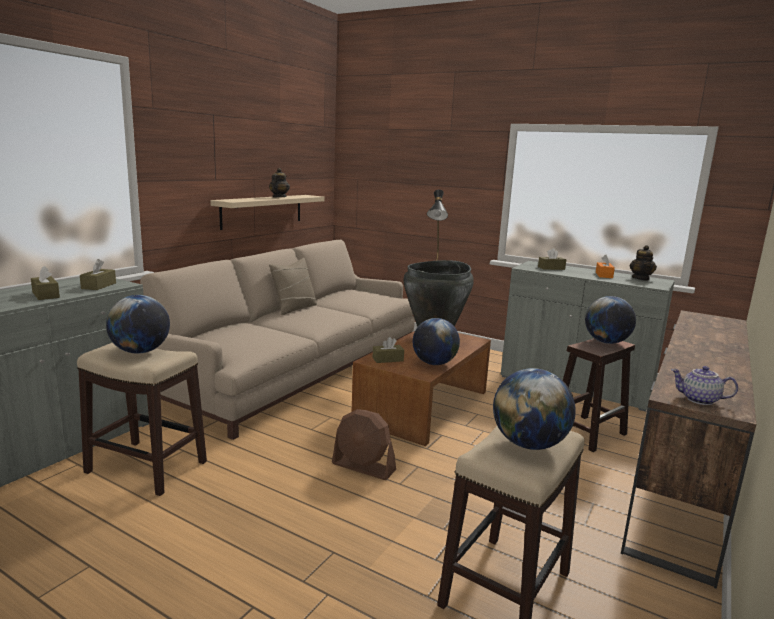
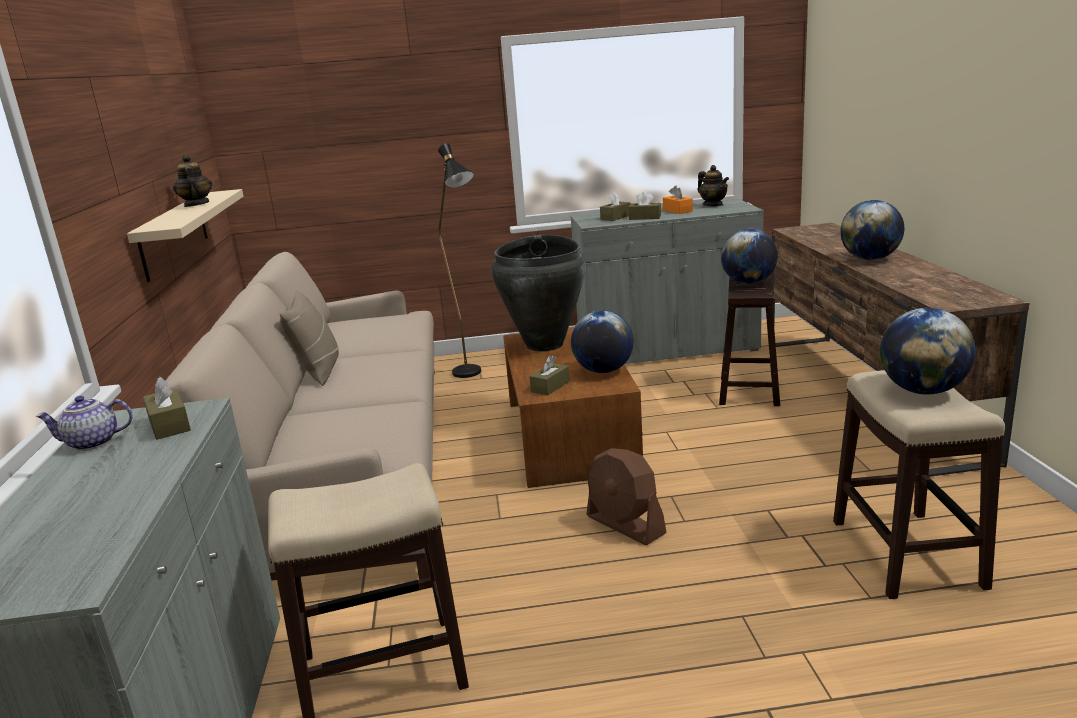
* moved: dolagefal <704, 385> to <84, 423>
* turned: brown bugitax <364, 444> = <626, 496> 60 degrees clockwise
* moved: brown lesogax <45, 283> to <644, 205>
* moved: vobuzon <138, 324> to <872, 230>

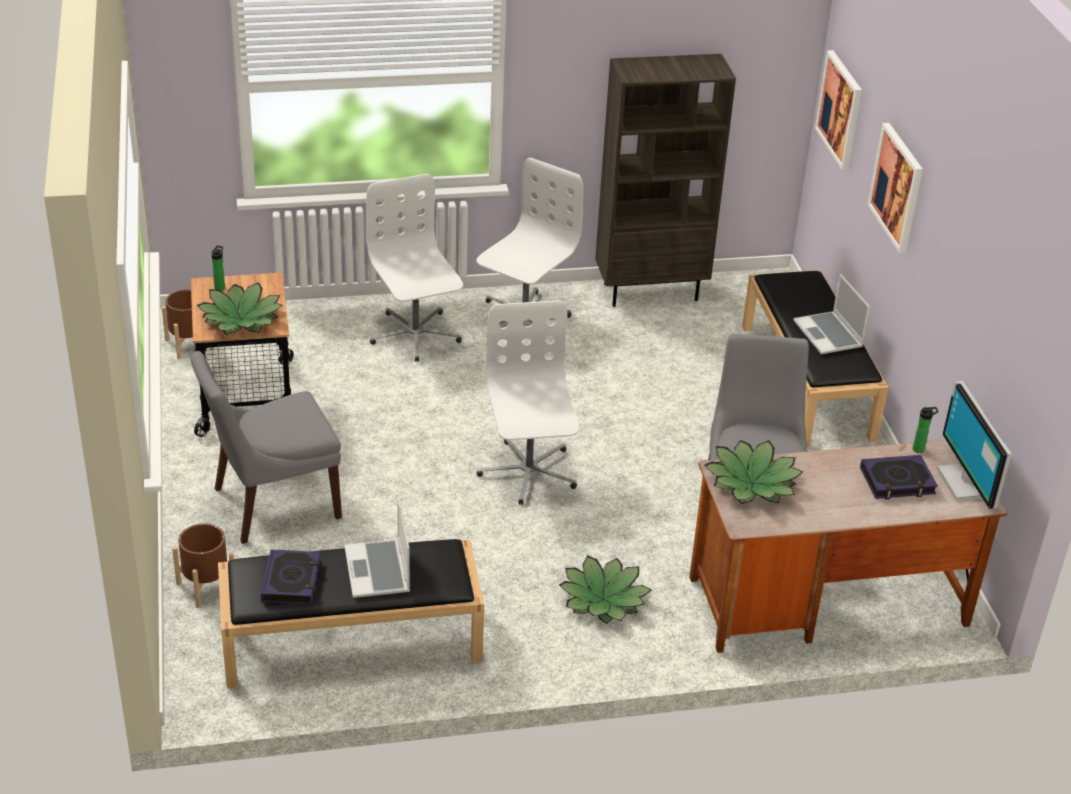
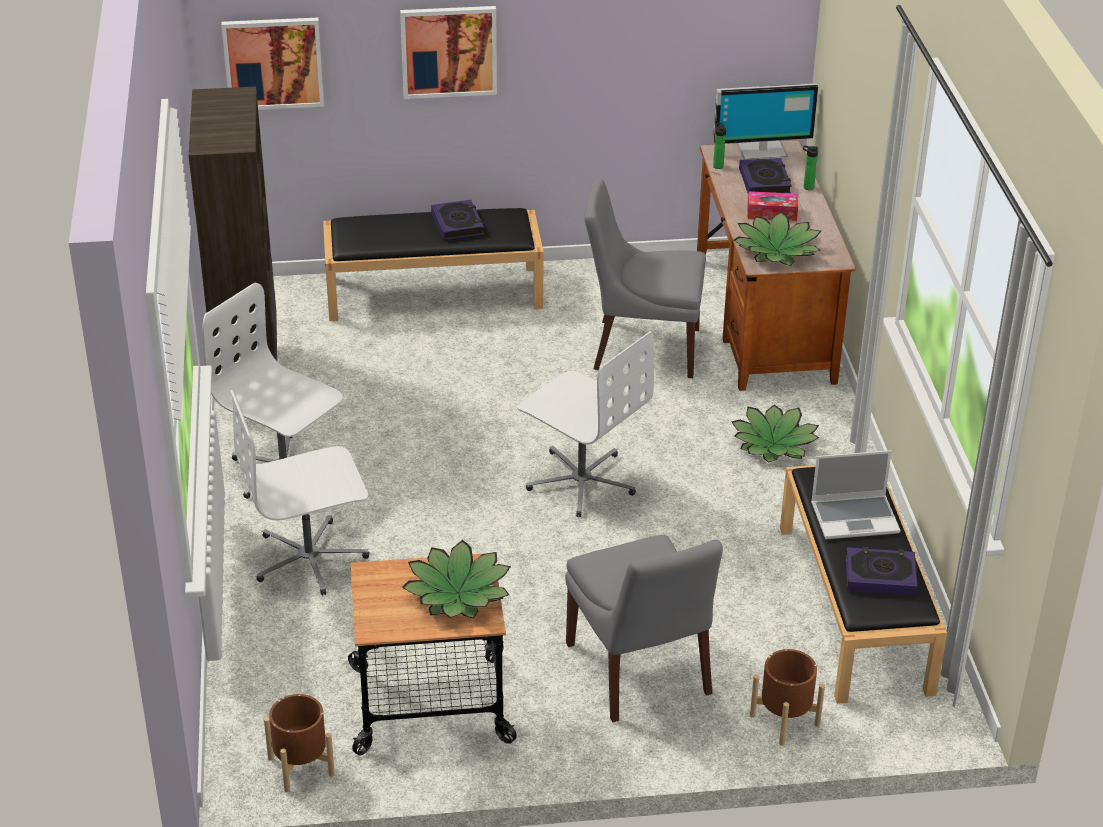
* replaced: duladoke <831, 314> to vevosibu <457, 220>
* turned: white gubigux <528, 402> = <586, 424> 135 degrees counterclockwise
* added: lesogax <773, 206>
* moved: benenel <218, 268> to <811, 167>

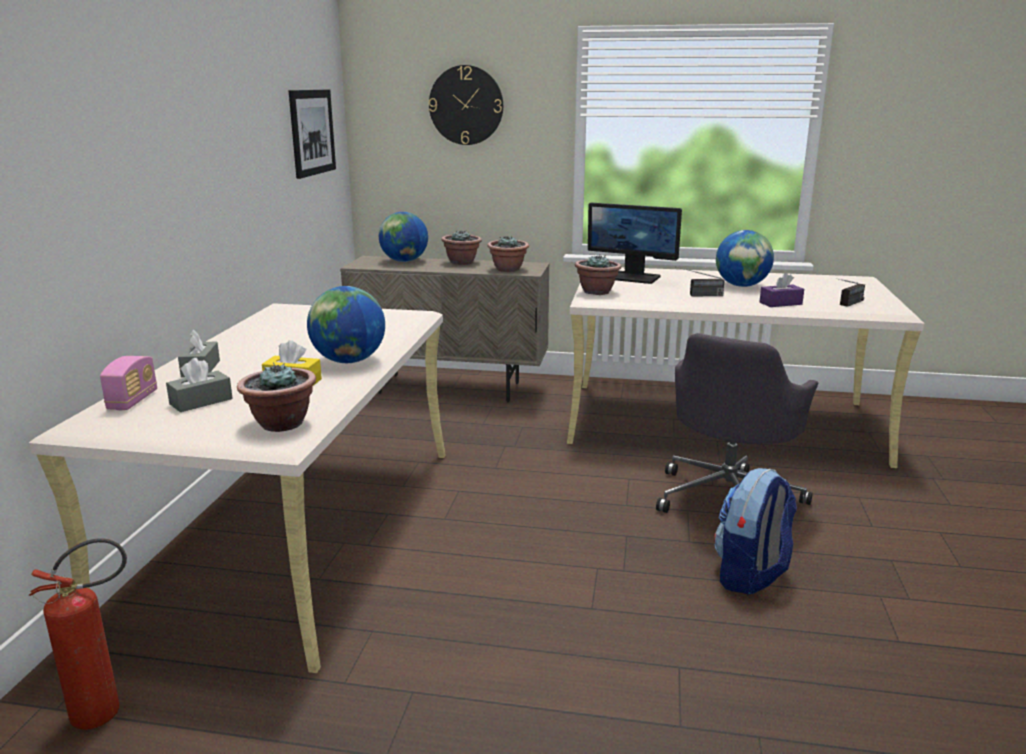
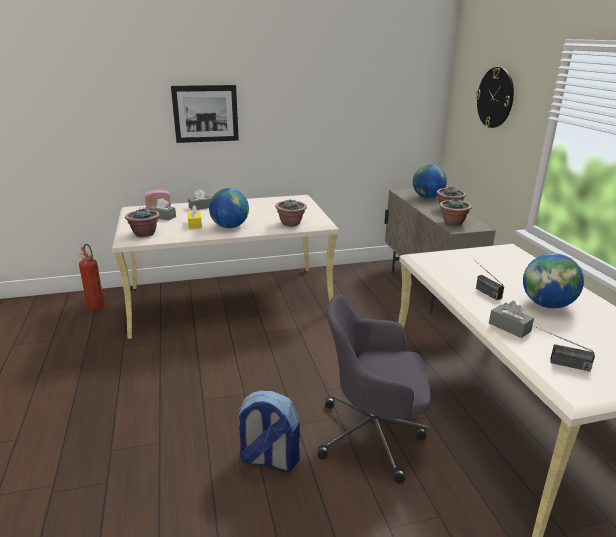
* moved: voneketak <312, 134> to <205, 114>
* moved: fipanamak <598, 274> to <291, 213>
* recoloured: purple lesogax <782, 290> to grey lesogax <511, 319>
* removed: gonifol <635, 243>

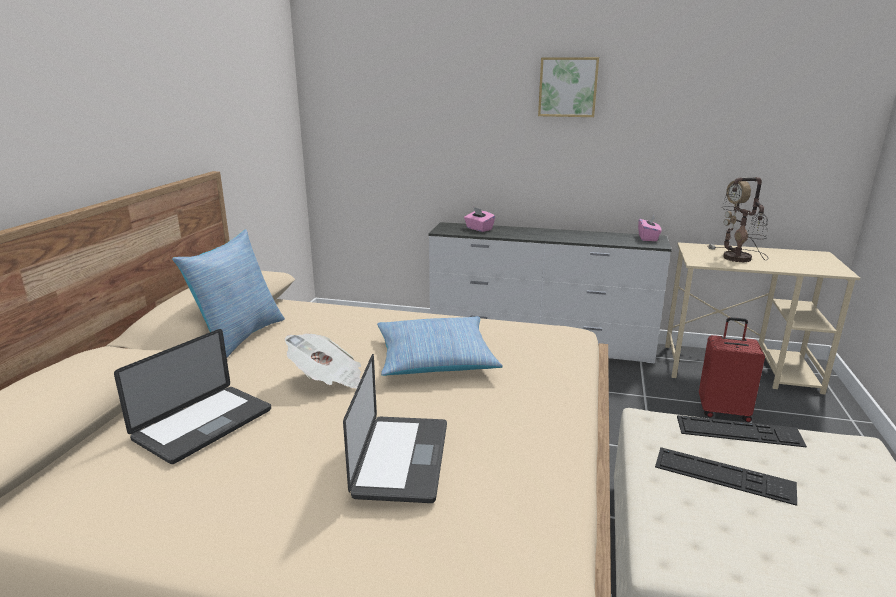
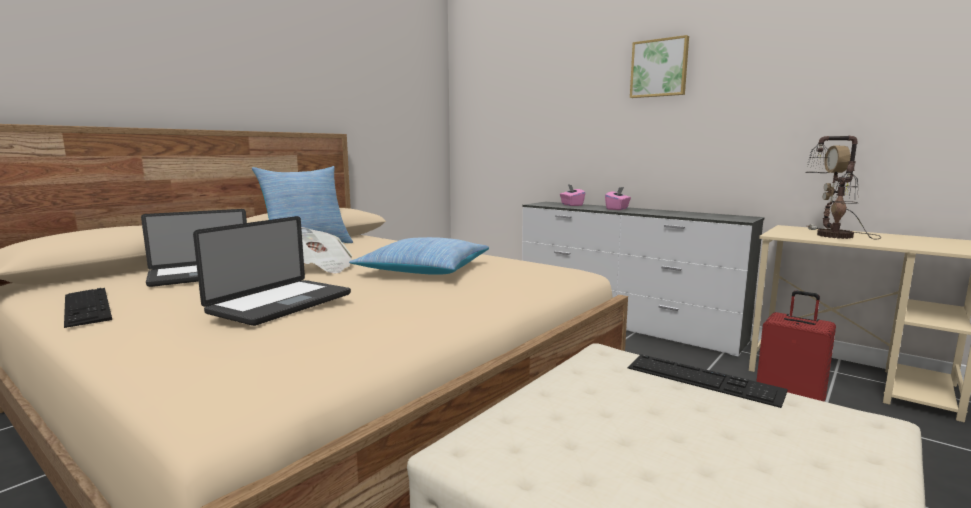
* moved: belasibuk <726, 476> to <88, 308>
* moved: pink lesogax <649, 228> to <618, 198>

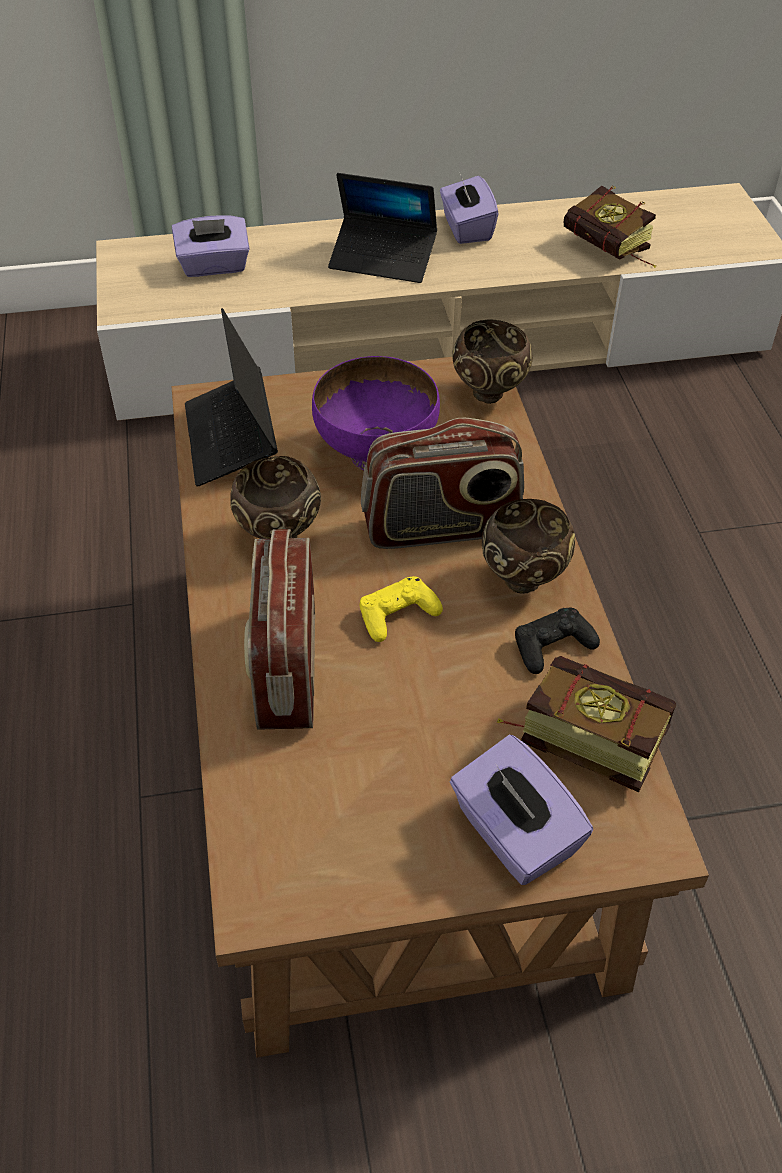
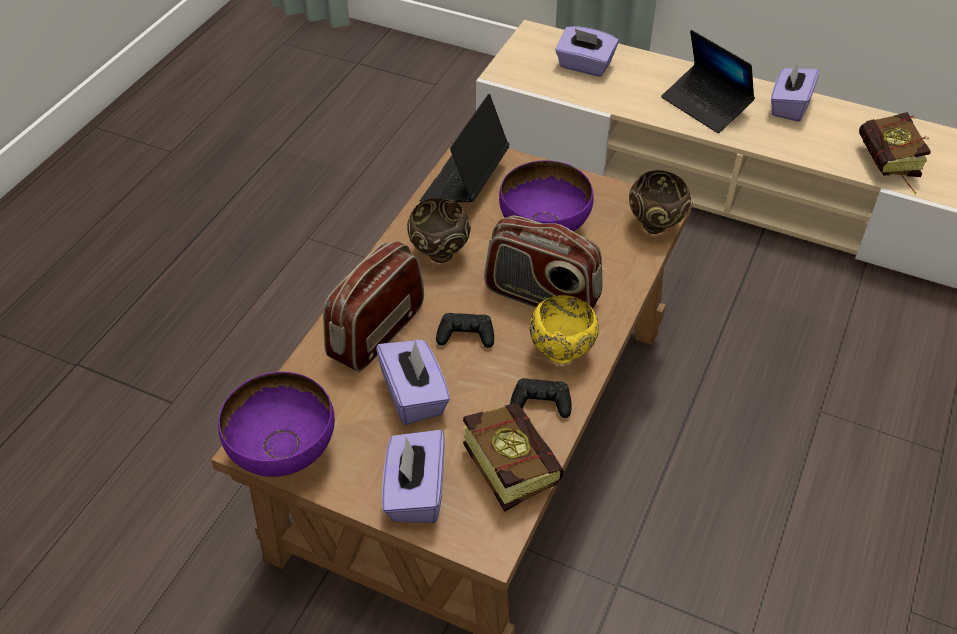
* added: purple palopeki <276, 424>
* added: purple lesogax <413, 382>
* recoloured: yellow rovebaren <401, 609> to black rovebaren <465, 330>
* recoloured: brown palopeki <528, 546> to yellow palopeki <564, 329>

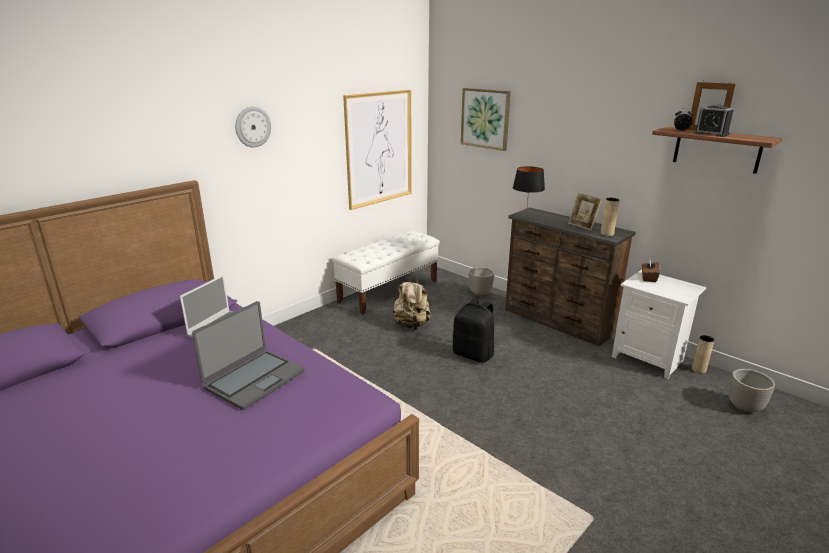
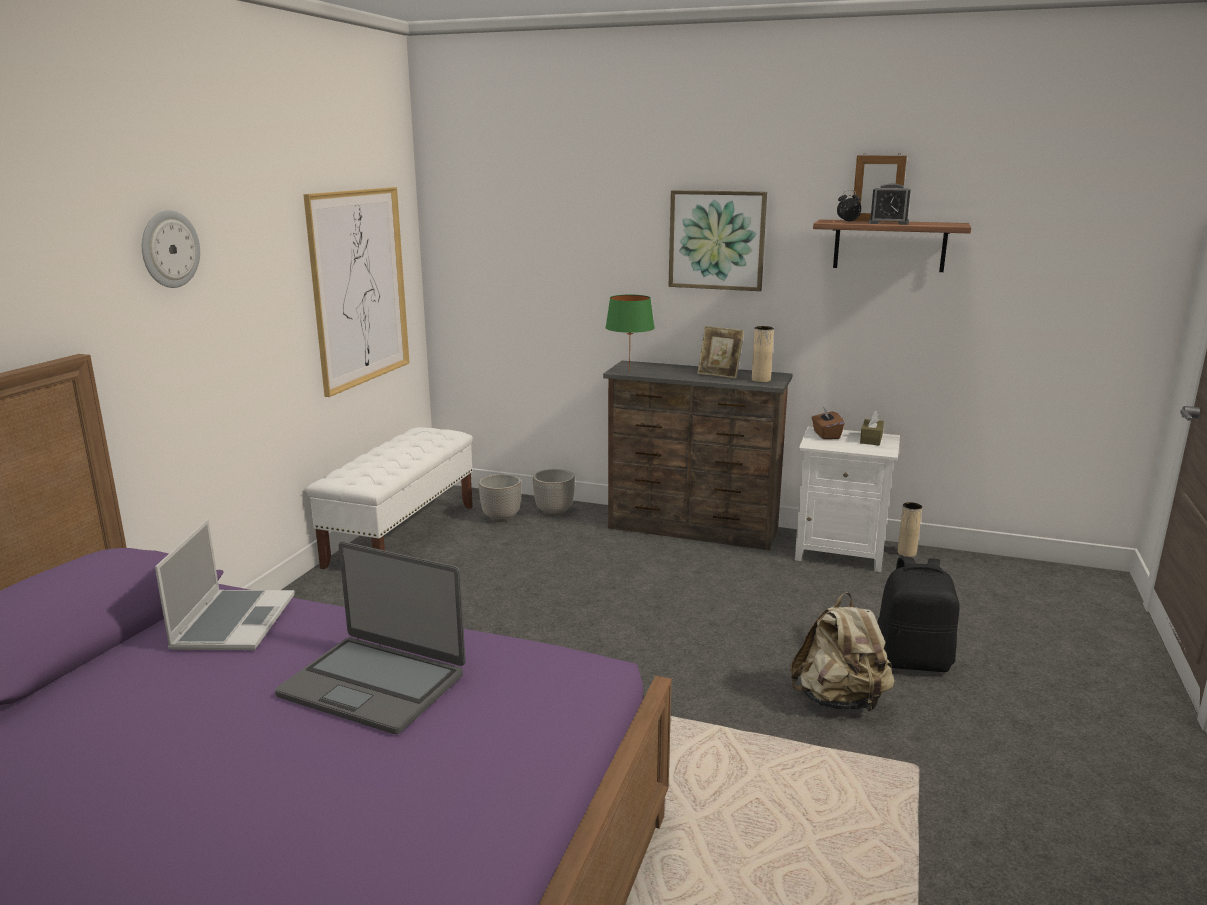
* turned: duladoke <248, 355> = <370, 638> 105 degrees clockwise
* moved: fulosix <752, 391> to <500, 498>
* recoloured: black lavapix <529, 191> to green lavapix <630, 333>
* moved: voneketak <486, 119> to <718, 240>
* moved: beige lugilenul <411, 303> to <842, 652>
* added: brown lesogax <872, 428>
* moved: black lugilenul <473, 330> to <918, 614>

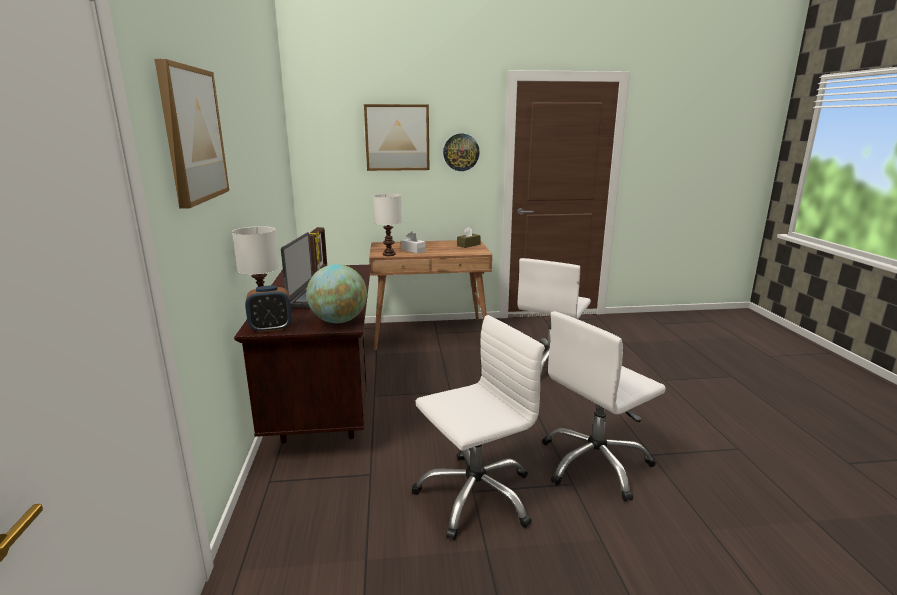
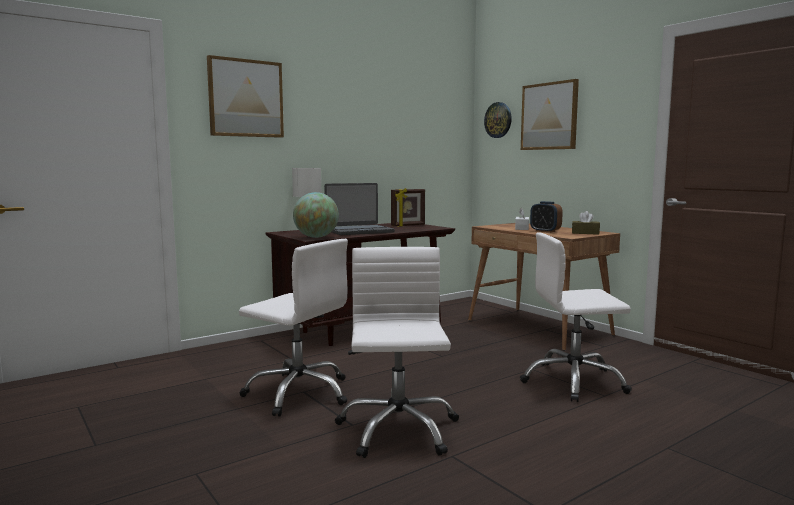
* turned: white gubigux <604, 406> = <397, 352> 60 degrees clockwise
* moved: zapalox <461, 152> to <498, 120>
* moved: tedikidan <268, 309> to <546, 217>
* removed: white lavapix <387, 225>

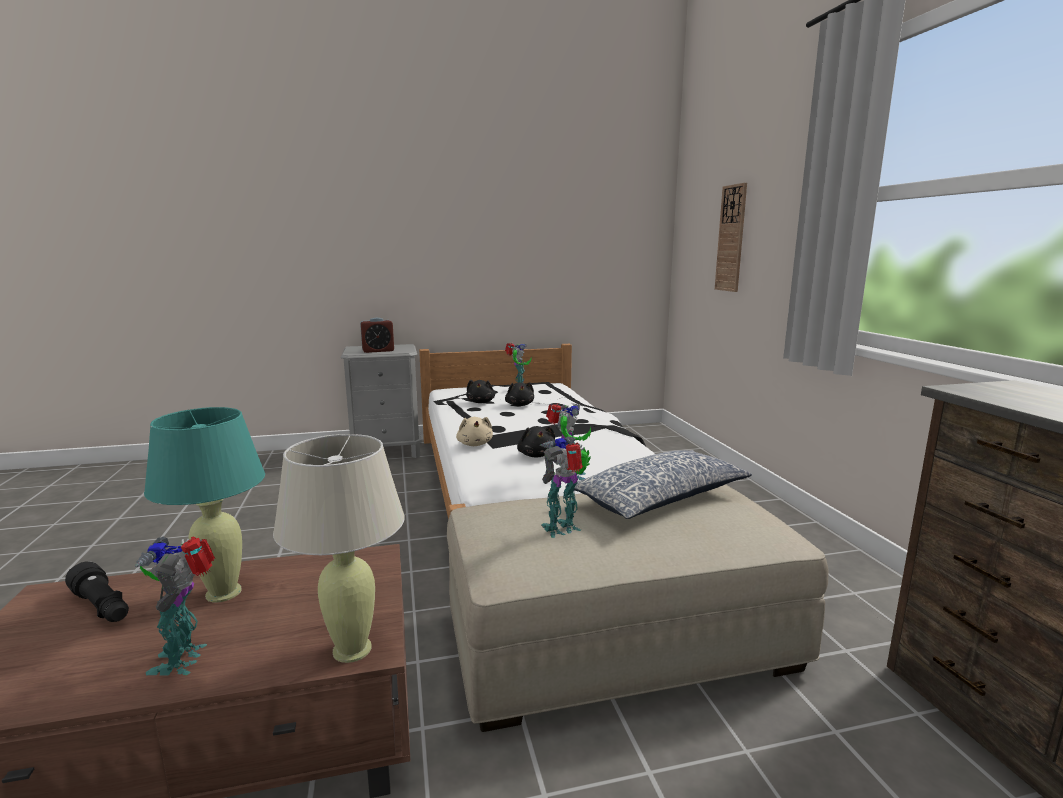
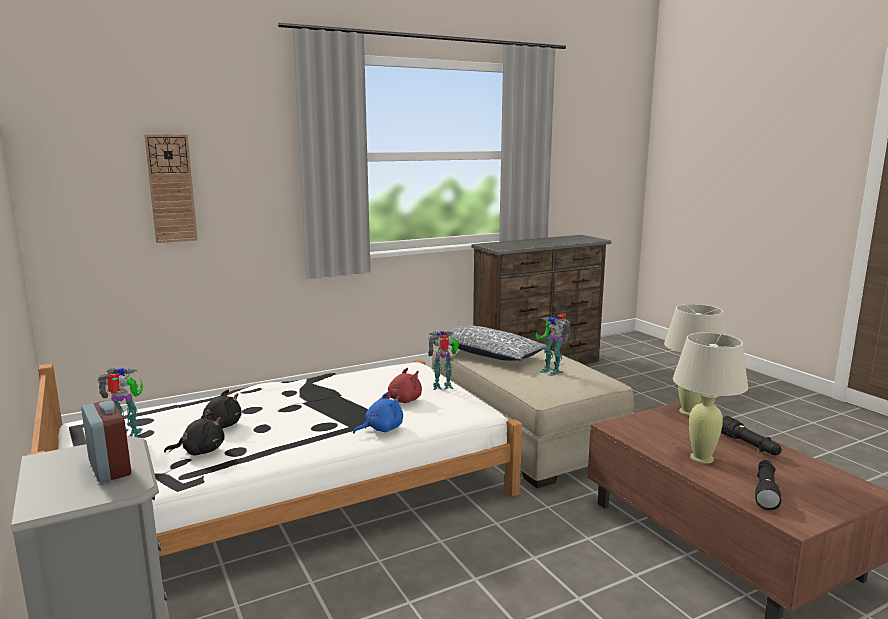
* recoloured: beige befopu <474, 431> to blue befopu <378, 413>
* recoloured: black befopu <536, 442> to red befopu <400, 385>
* recoloured: turquoise lavapix <204, 505> to beige lavapix <710, 398>
* replaced: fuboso <175, 606> to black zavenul <751, 435>

